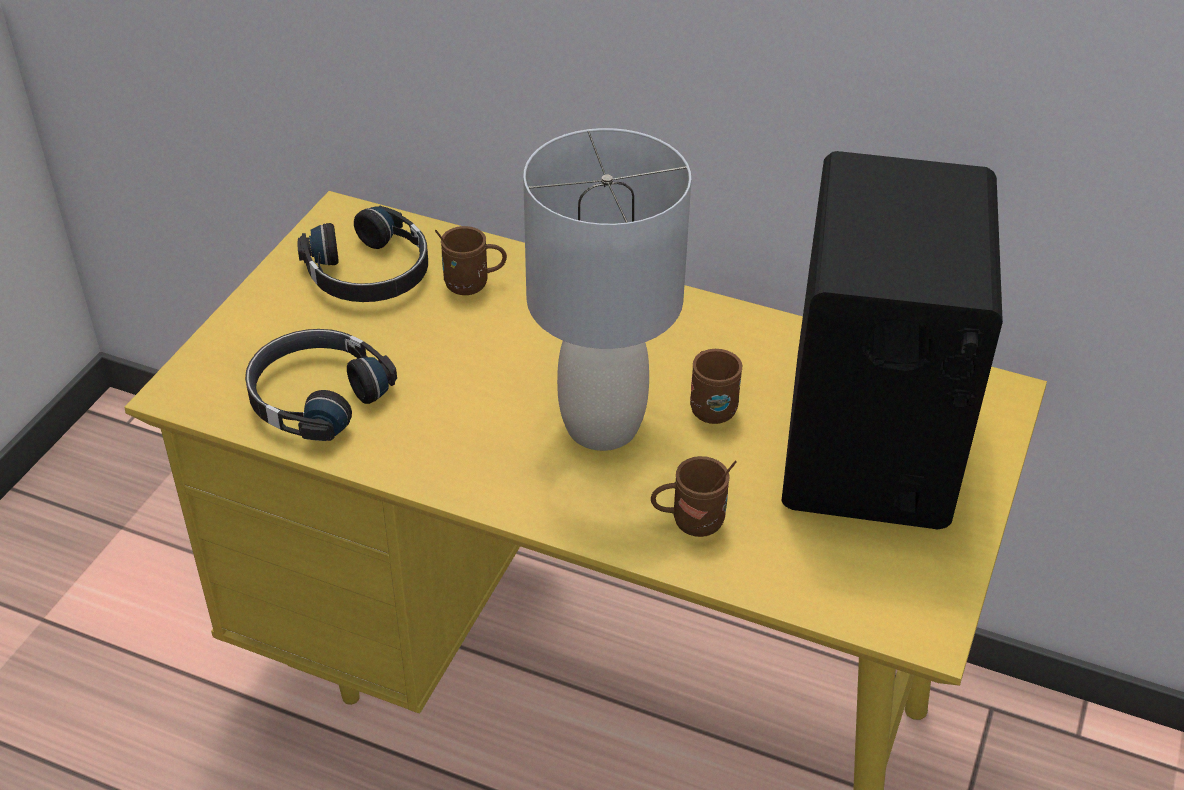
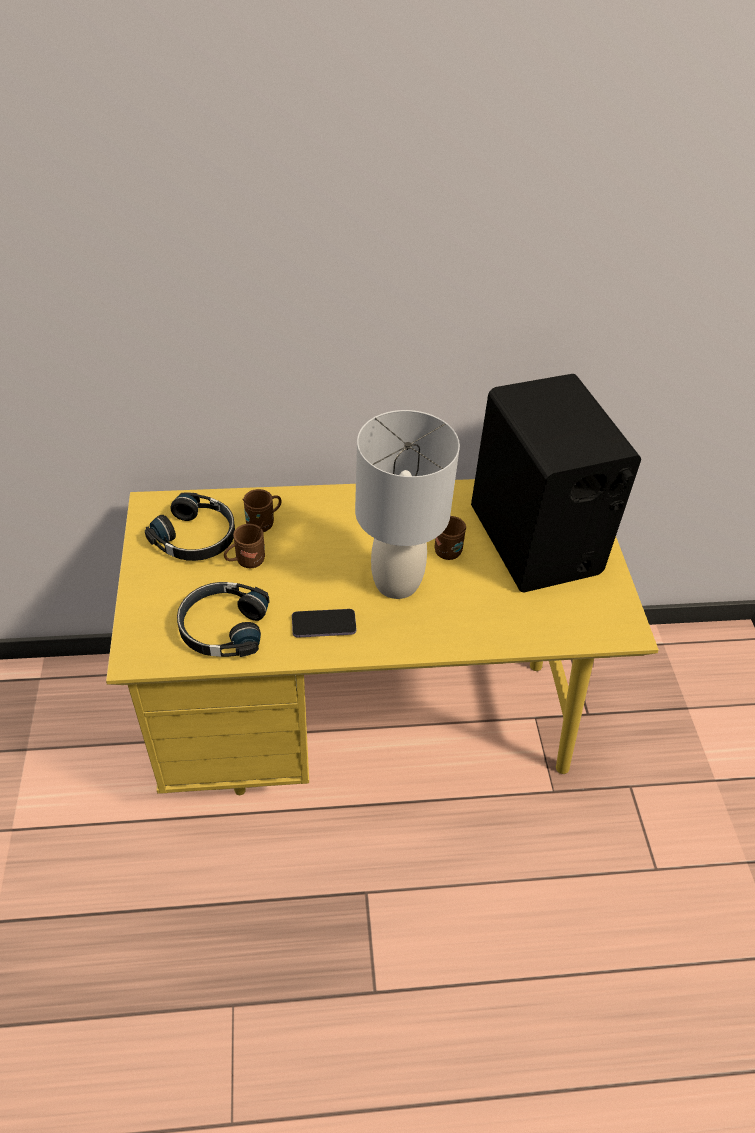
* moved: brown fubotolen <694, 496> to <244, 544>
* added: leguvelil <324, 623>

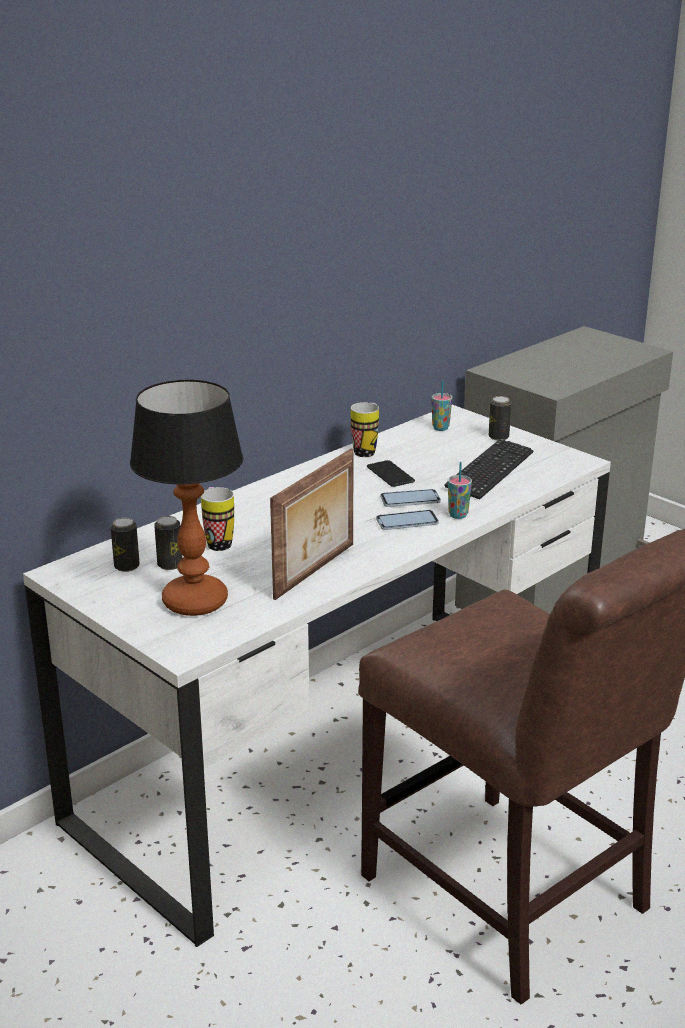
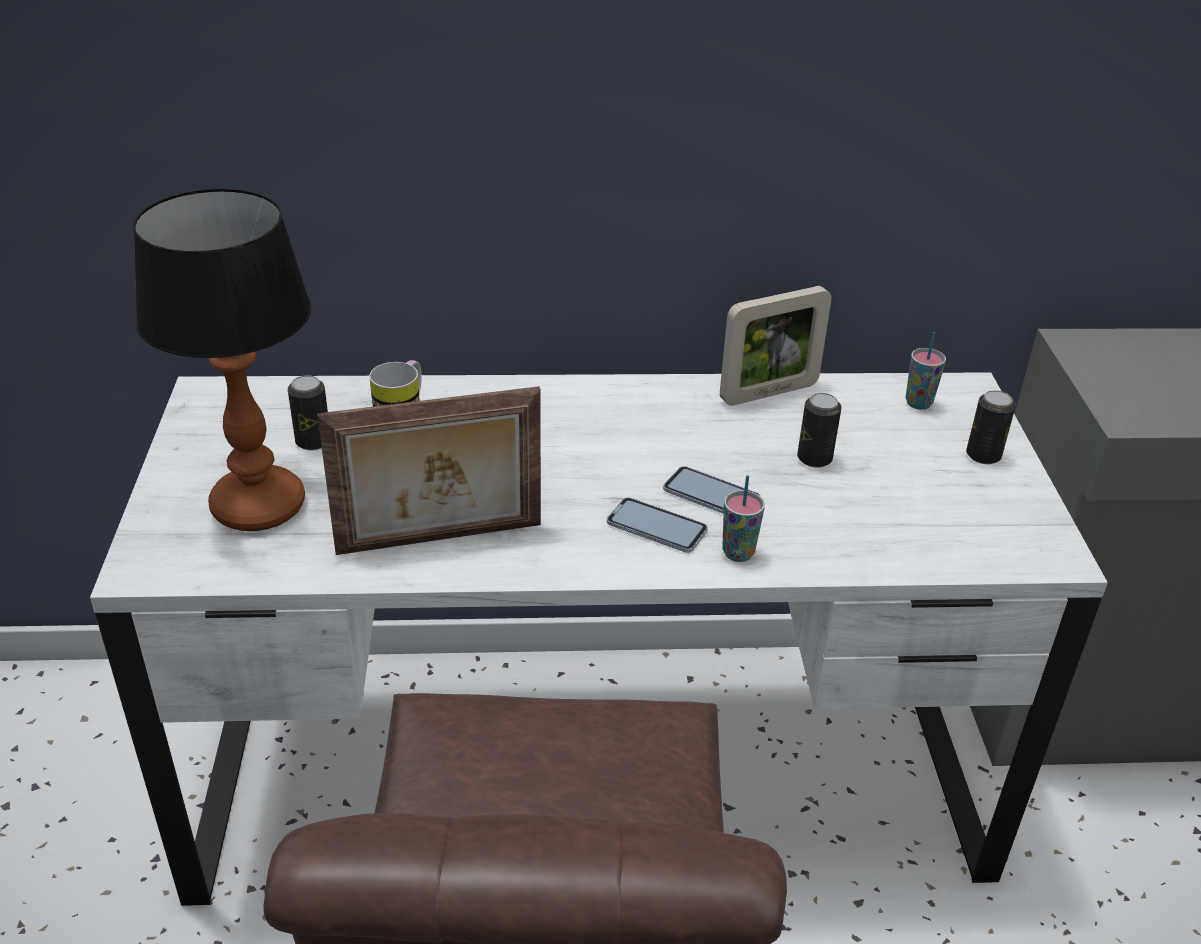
* replaced: fubotolen <365, 429> to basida <776, 346>
* moved: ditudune <125, 545> to <819, 430>
* removed: leguvelil <391, 473>
* removed: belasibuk <489, 469>

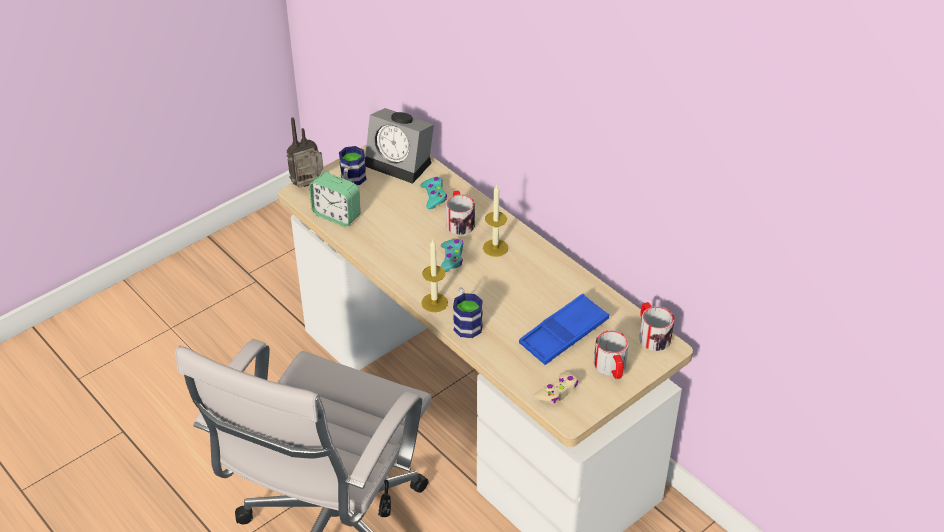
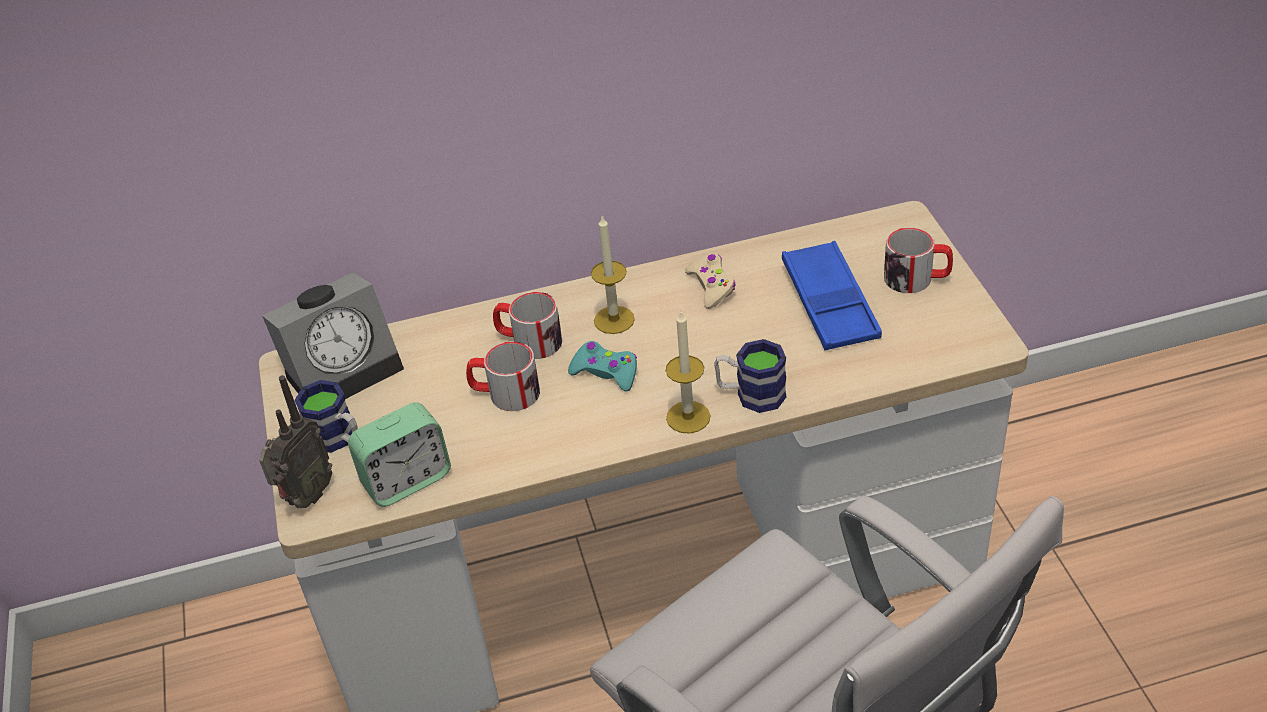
* turned: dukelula <305, 152> = <295, 441> 150 degrees counterclockwise
* moved: fubotolen <656, 326> to <503, 376>
* moved: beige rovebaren <555, 387> to <710, 281>
* removed: turquoise rovebaren <433, 193>

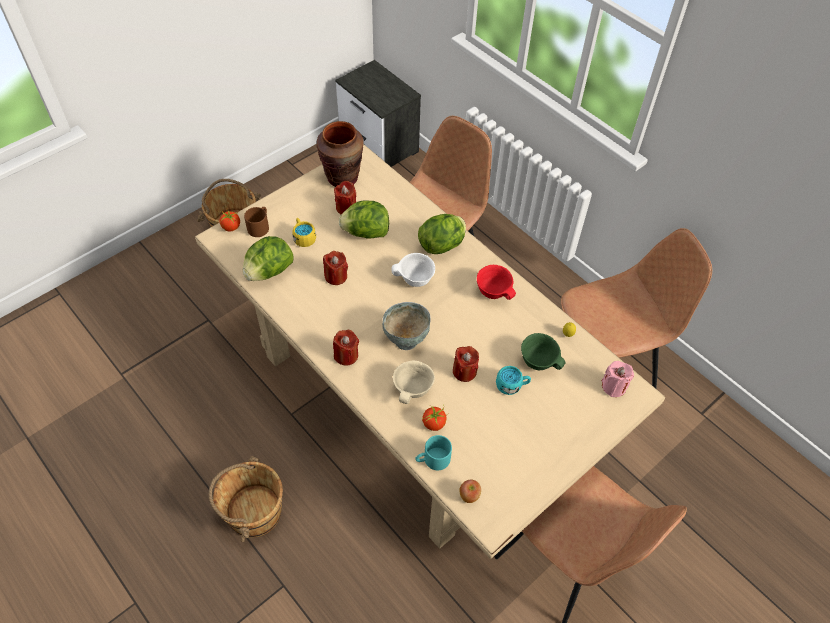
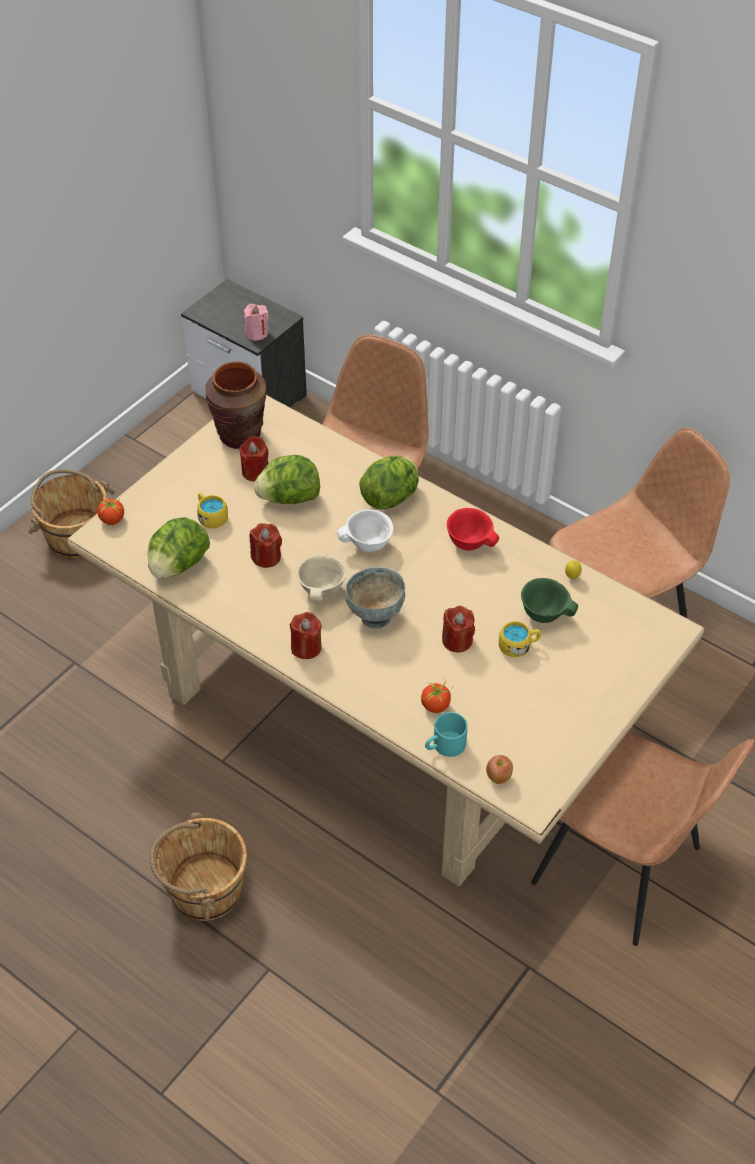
* moved: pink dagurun <617, 379> to <256, 322>
* moved: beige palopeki <414, 382> to <322, 578>
* recoloured: turquoise fubotolen <513, 380> to yellow fubotolen <520, 639>
* removed: brown fubotolen <256, 222>

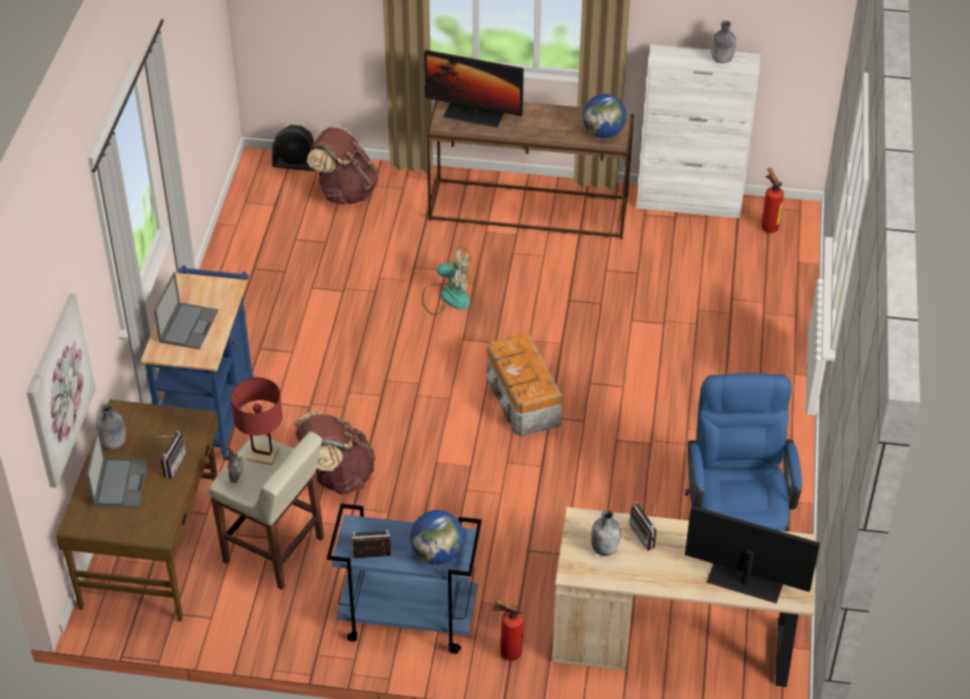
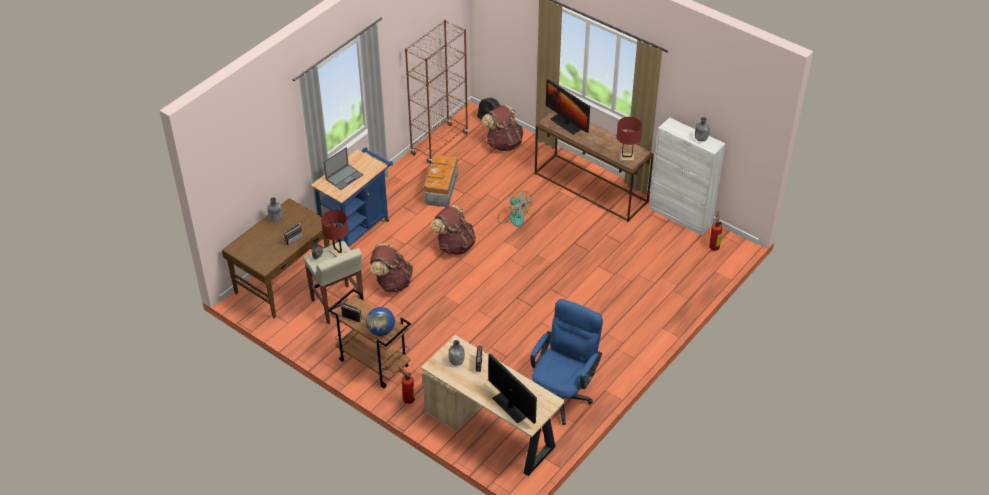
* recoloured: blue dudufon <404, 579> to brown dudufon <369, 338>
* added: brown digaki <436, 92>
* moved: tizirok <524, 384> to <440, 181>
* added: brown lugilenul <453, 230>
* replaced: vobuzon <605, 116> to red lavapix <629, 139>
* removed: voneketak <61, 391>
* removed: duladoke <117, 468>

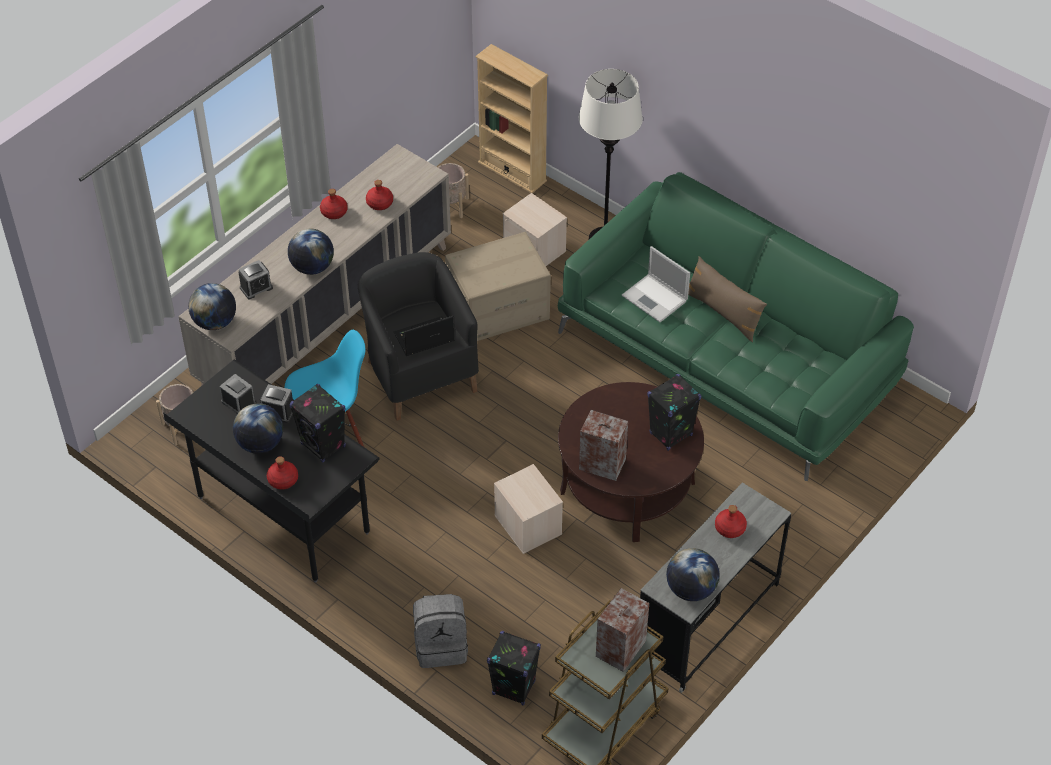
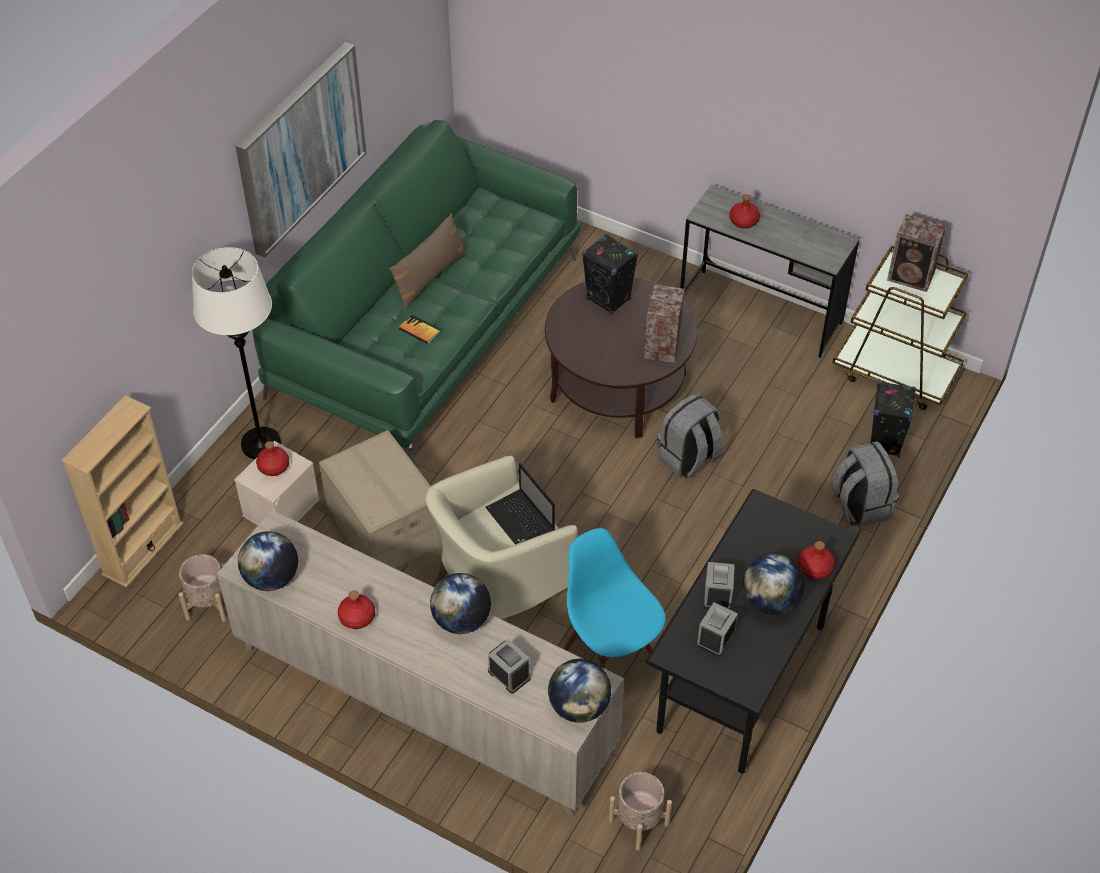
* added: voneketak <301, 150>
* moved: vobuzon <692, 574> to <268, 561>
* moved: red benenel <379, 195> to <272, 458>
* replaced: duladoke <656, 284> to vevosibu <420, 329>
* recoloured: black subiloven <418, 336> to beige subiloven <501, 537>
* replaced: beige tizirok <528, 509> to grey lugilenul <690, 435>
* removed: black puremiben <317, 423>

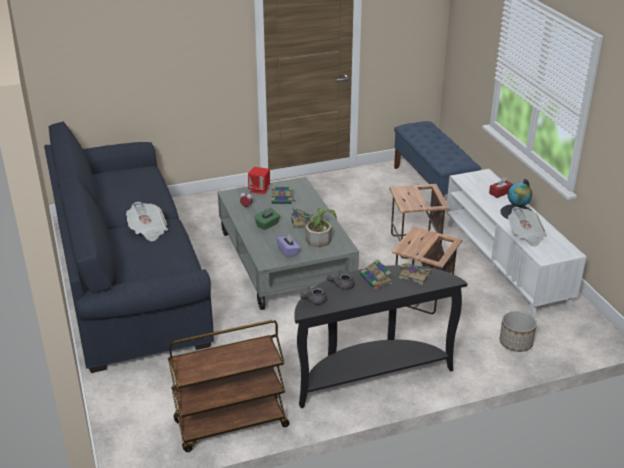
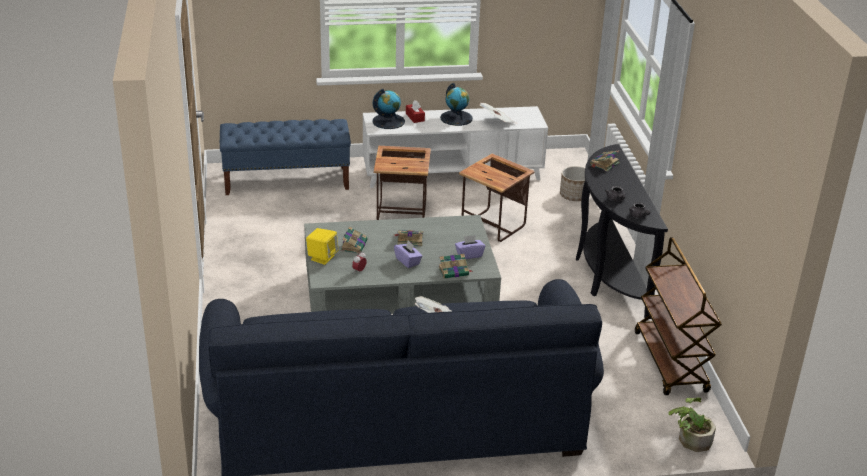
* recoloured: red puremiben <259, 180> to yellow puremiben <322, 246>
* added: vobuzon <388, 109>
* recoloured: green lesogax <267, 219> to purple lesogax <408, 254>
* moved: vevosibu <376, 274> to <455, 266>
* moved: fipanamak <319, 227> to <692, 424>

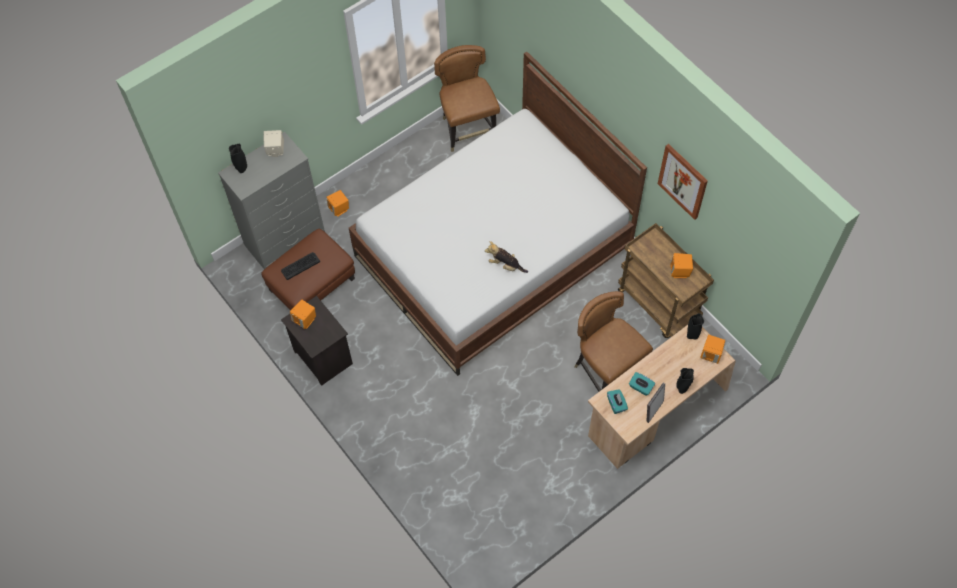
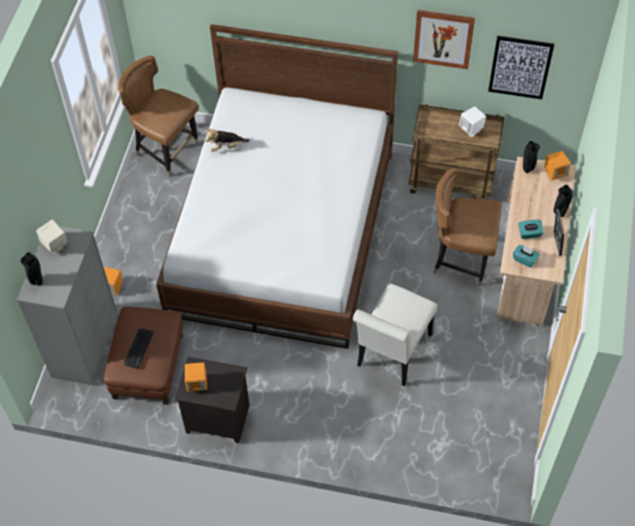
* moved: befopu <506, 257> to <227, 140>
* added: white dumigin <395, 335>
* recoloured: orange puremiben <681, 265> to white puremiben <472, 121>
* added: voneketak <521, 67>

